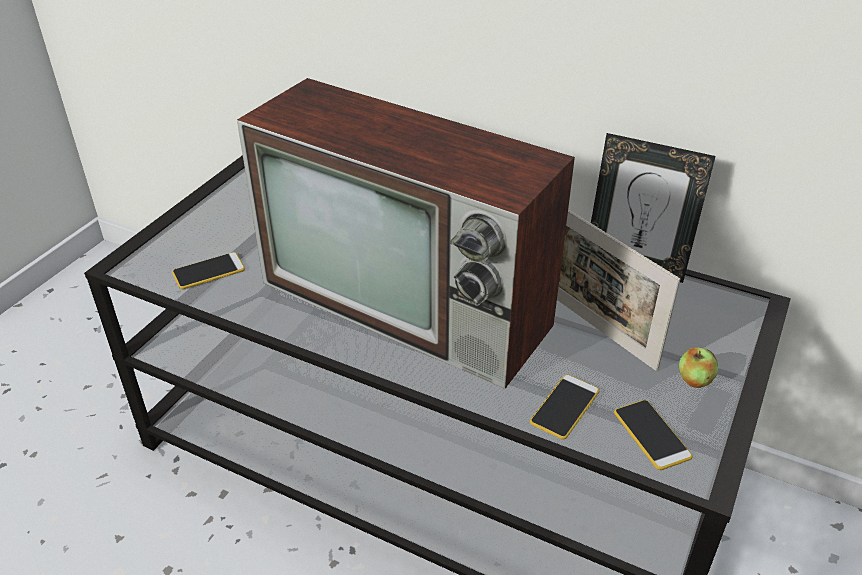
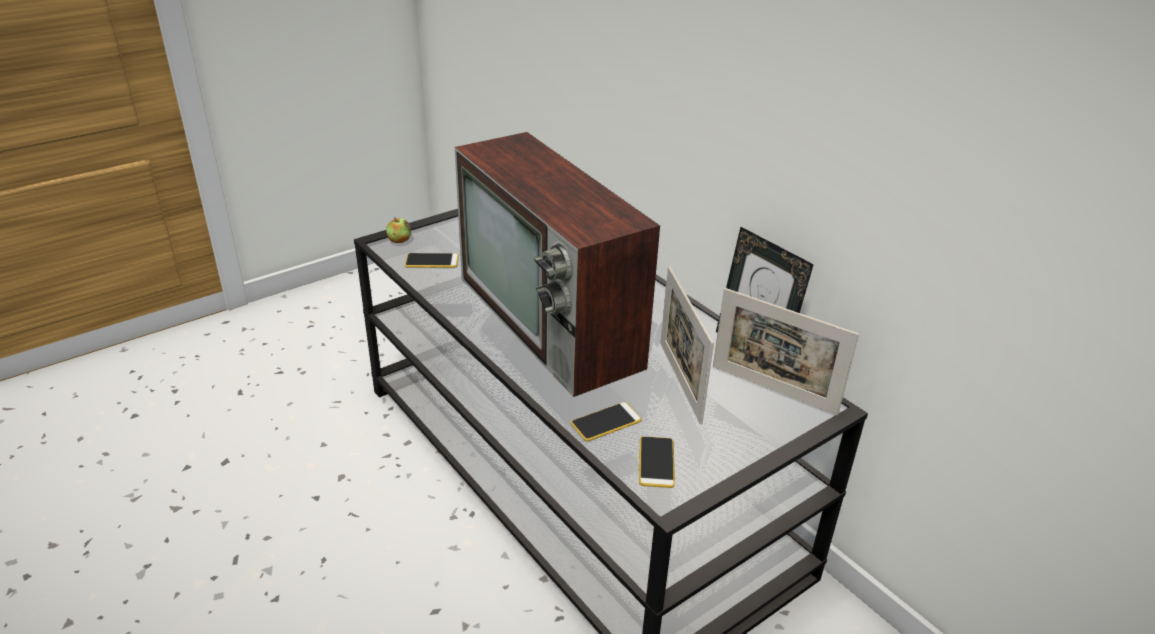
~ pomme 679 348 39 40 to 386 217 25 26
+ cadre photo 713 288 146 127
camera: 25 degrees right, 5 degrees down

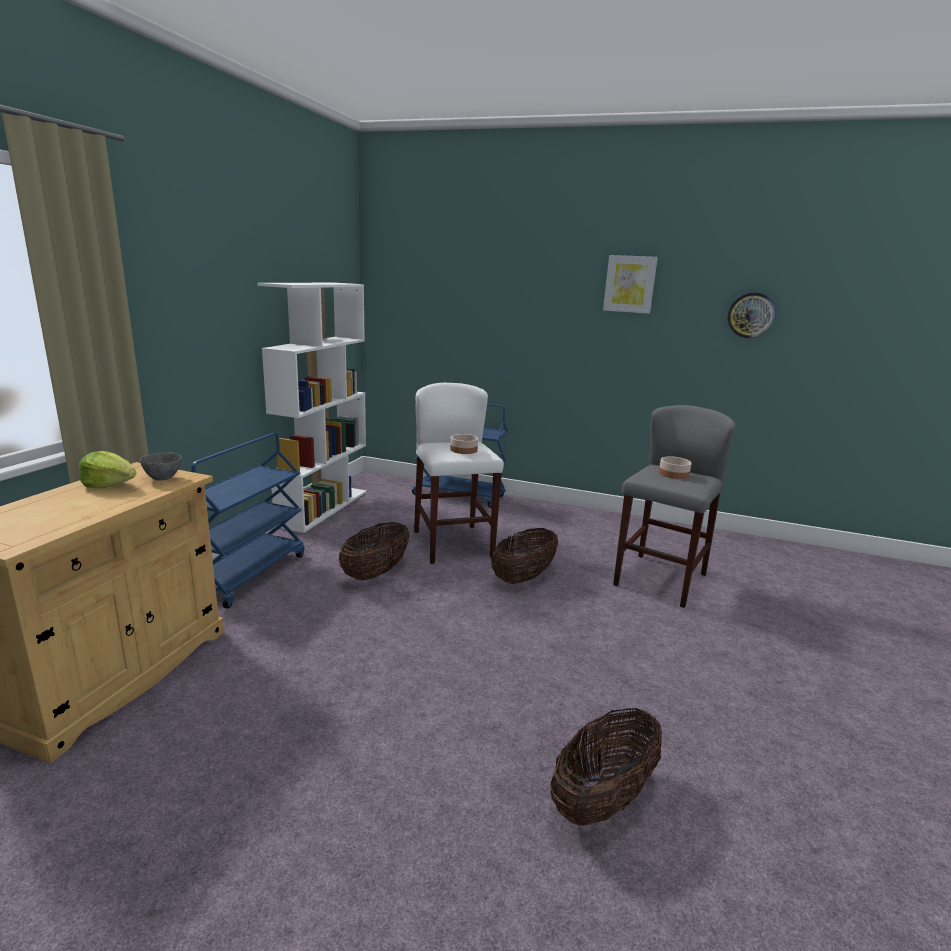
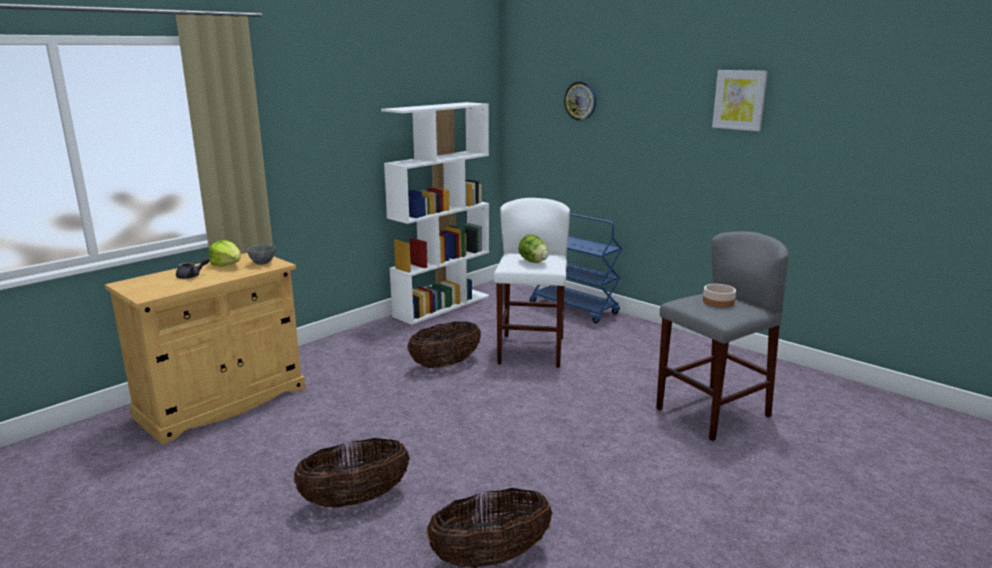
+ théière (gris) 176 257 34 22
~ panier 491 528 67 56 to 293 438 117 69
~ bol 450 434 28 20 to laitue 518 234 31 29
~ horloge murale 727 292 49 46 to 564 81 32 40
- chariot (bleu) 191 433 114 176
camera: 25 degrees right, 0 degrees up

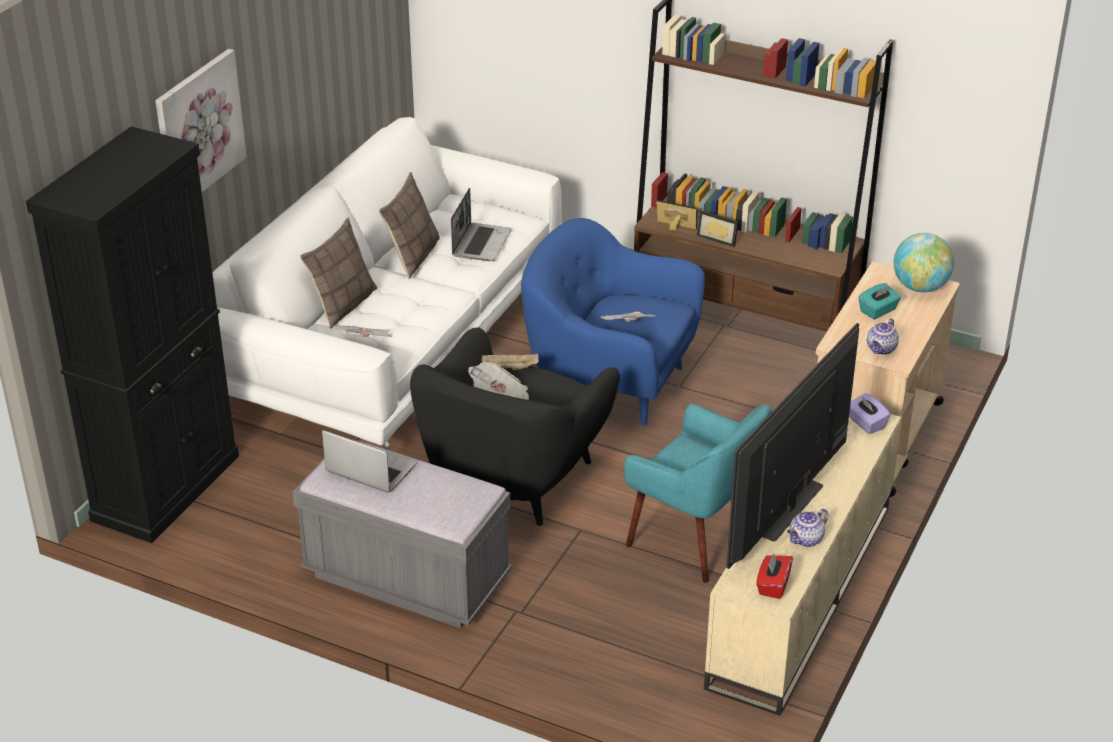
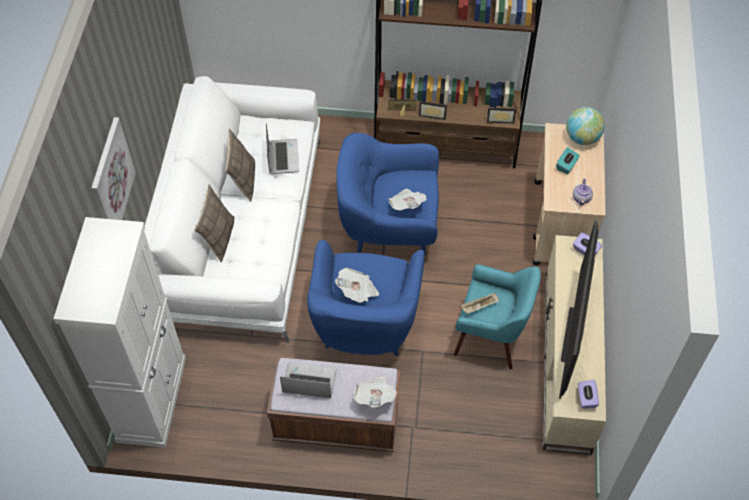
~ meuble de rangement (noir) 26 126 213 417 to meuble de rangement (blanc) 53 217 133 231
~ banc (gris) 293 440 219 188 to banc (marron) 267 358 133 94
~ fauteuil (noir) 410 327 210 199 to fauteuil (bleu) 307 240 118 116
~ journal 333 325 60 12 to 353 376 44 32
~ plateau (beige) 482 354 57 16 to 461 293 38 21
+ cadre photo 487 108 29 16
~ boîte à mouchoirs (rouge) 756 553 37 46 to boîte à mouchoirs (violet) 578 380 21 29
- théière 787 509 41 38
camera: 20 degrees left, 20 degrees up

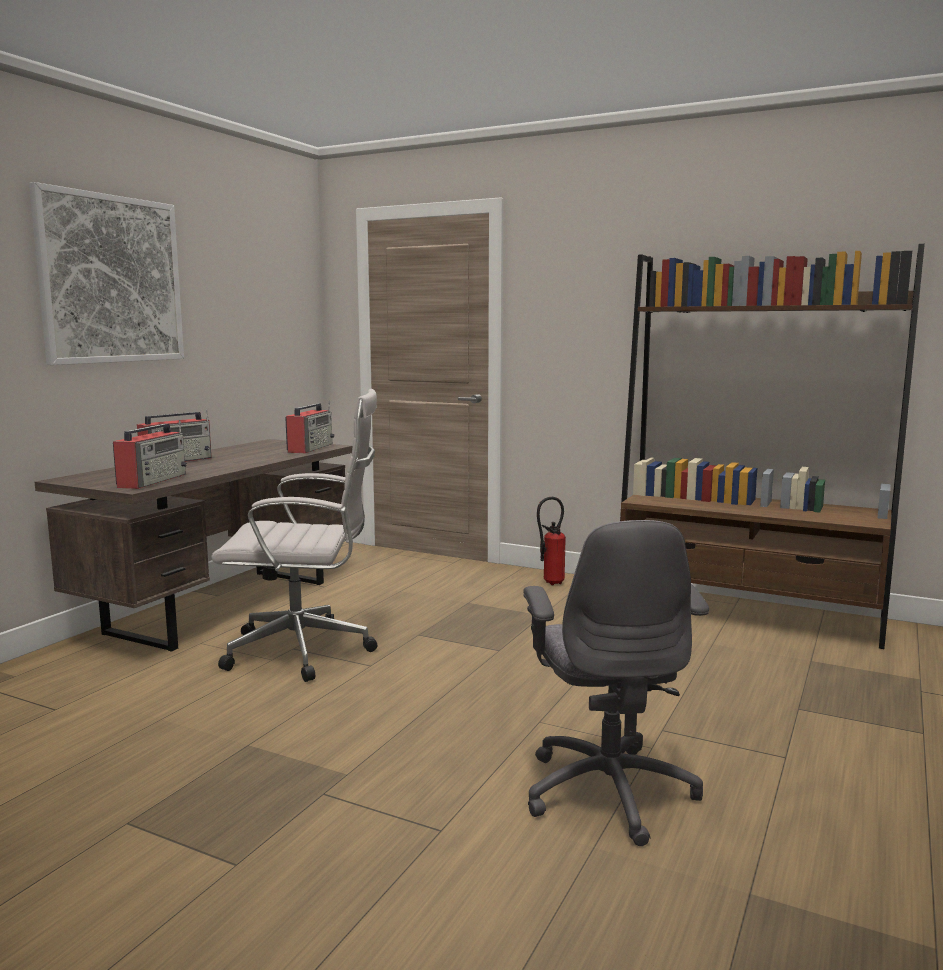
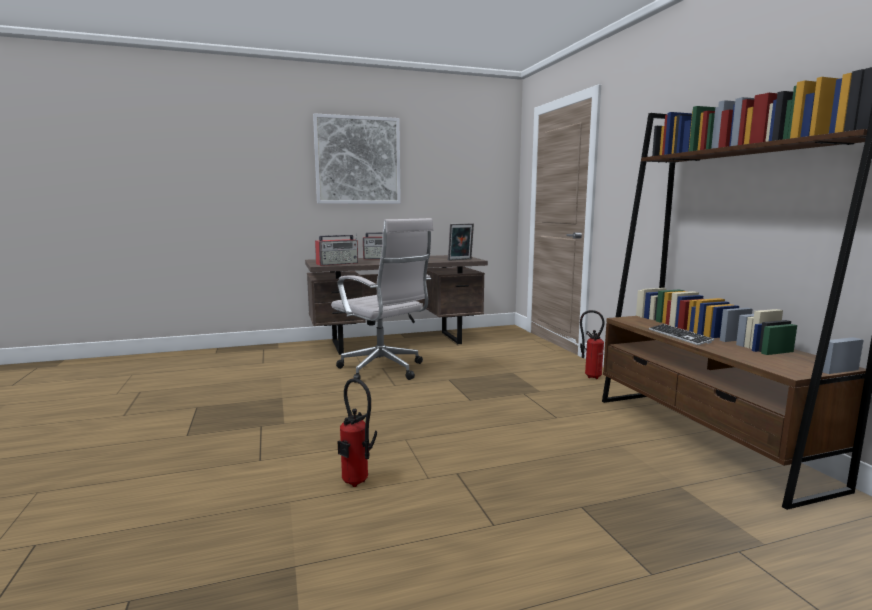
~ chaise de bureau (gris) 523 520 186 326 to extincteur 337 378 40 109
~ radio 285 401 49 52 to cadre photo 448 223 26 38
+ clavier 649 324 65 21
camera: 45 degrees right, 0 degrees up

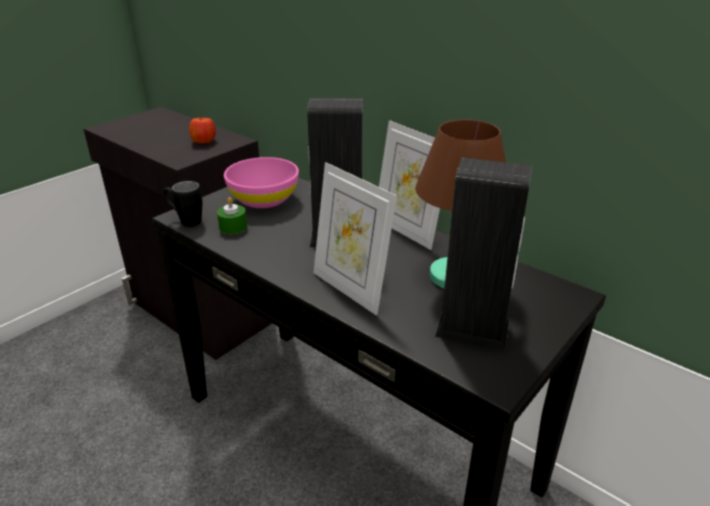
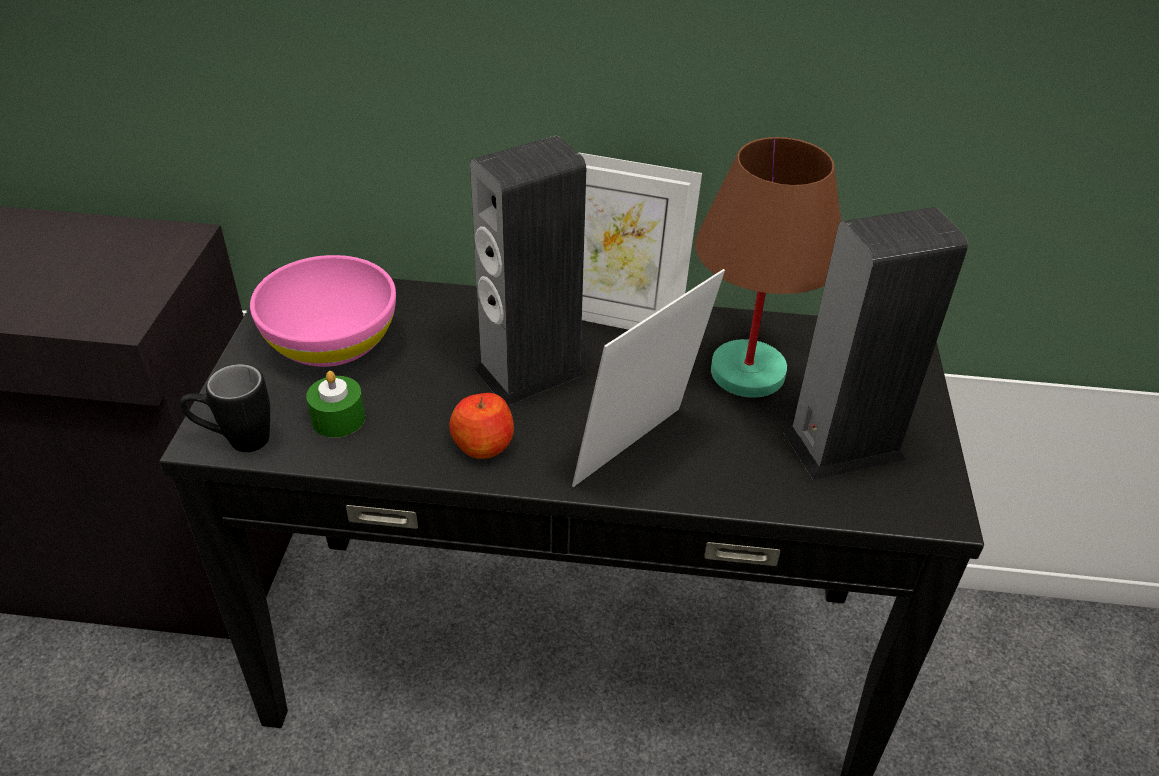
~ pomme 189 118 27 26 to 449 393 65 66
~ cadre photo 314 162 83 154 = 572 269 153 218 120 degrees clockwise
camera: 35 degrees left, 10 degrees up

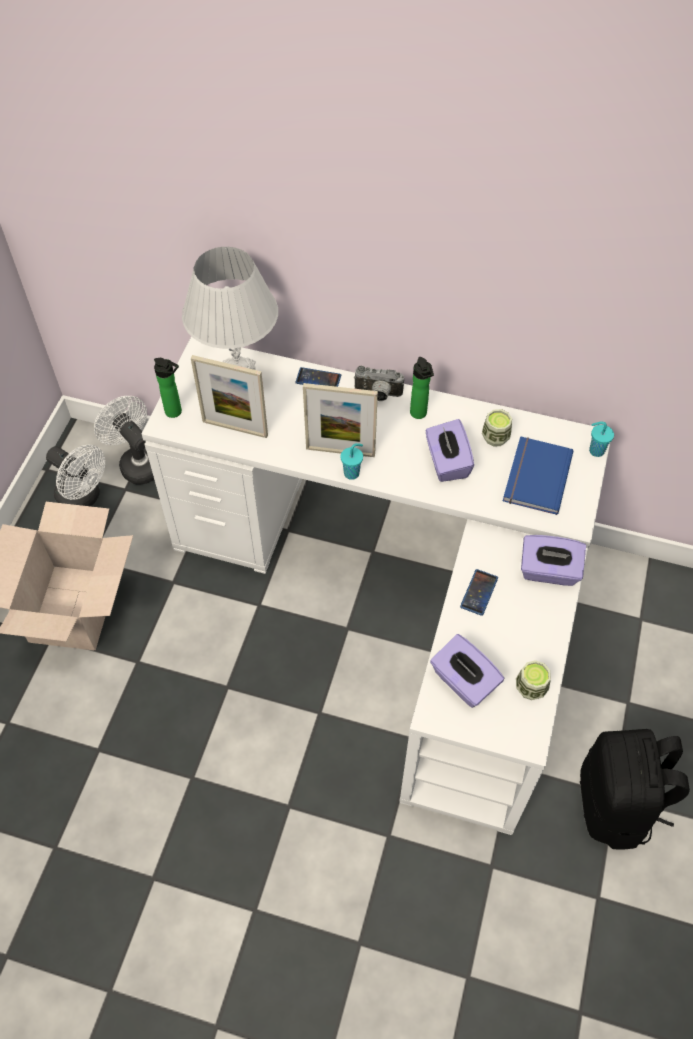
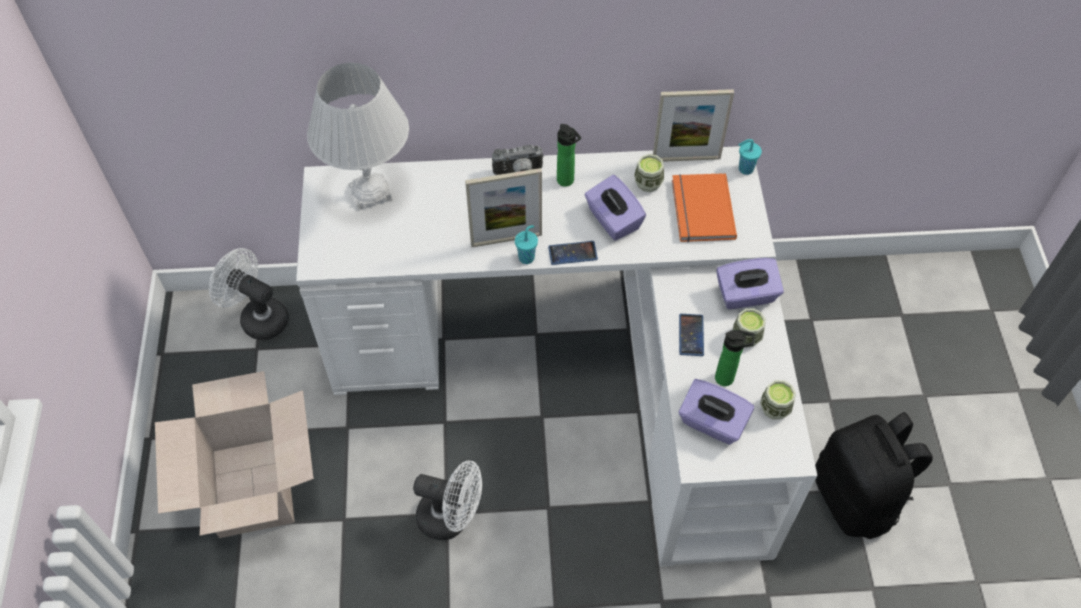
~ ventilateur (blanc) 46 445 59 61 to 413 461 69 79
~ téléphone 295 367 46 20 to 548 241 50 24
~ cadre photo 191 355 77 83 to 653 89 81 73
~ livre (bleu) 503 436 70 79 to livre (orange) 672 173 65 69
~ bouteille 154 358 28 60 to 715 330 40 56
+ tasse 733 308 33 39
camera: 20 degrees left, 0 degrees up

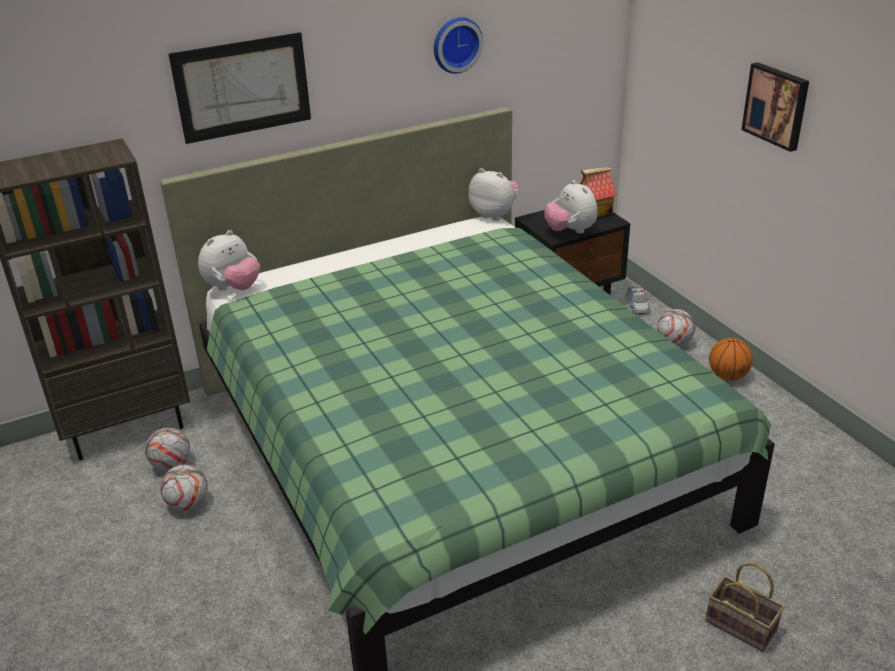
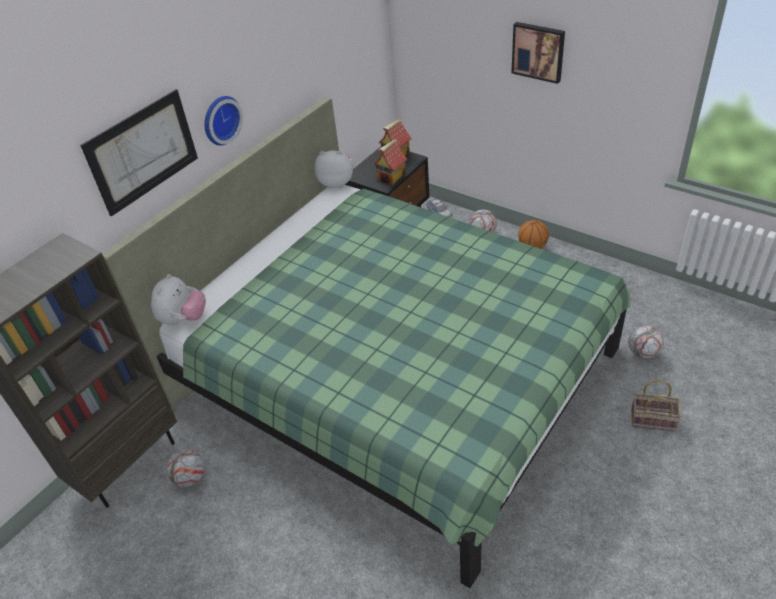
~ horloge murale 434 17 49 57 to 204 96 39 50
~ peluche 544 180 54 54 to maison miniature 373 139 35 46
~ ballon de foot 160 465 48 46 to 628 325 36 34
camera: 25 degrees left, 10 degrees up

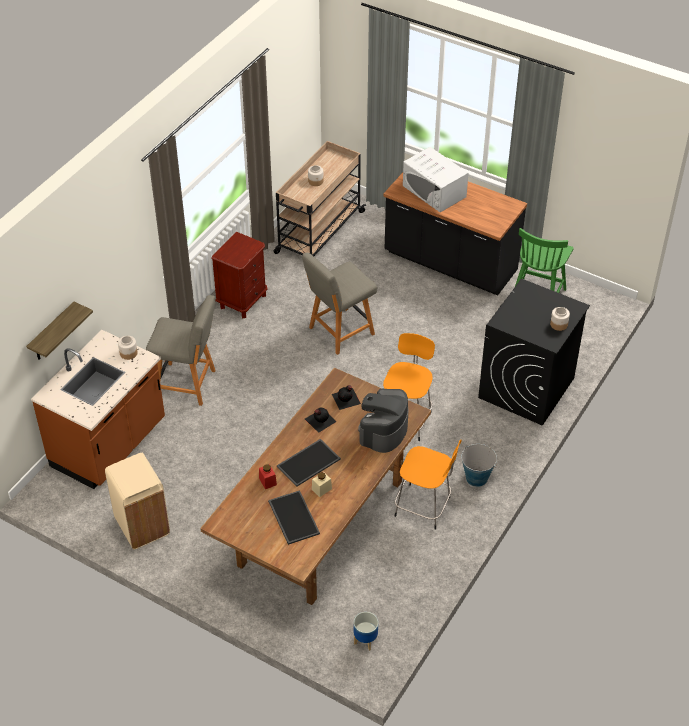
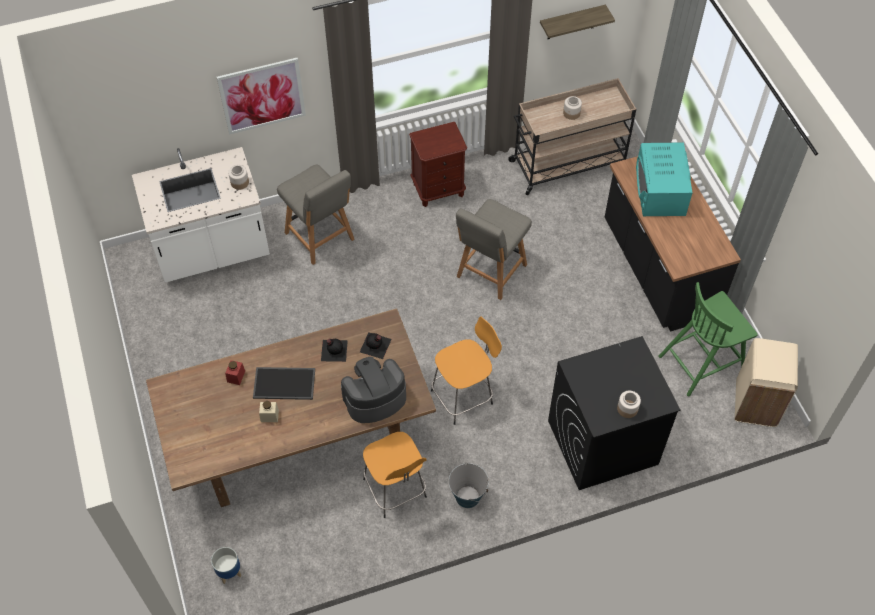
~ comptoir de cuisine (marron) 31 330 134 159 to comptoir de cuisine (blanc) 132 147 138 136
+ tableau 217 58 89 77
~ chaise (gris) 302 252 75 103 = 456 199 76 101 60 degrees counterclockwise
~ étagère 26 302 67 58 to 540 5 75 34
~ micro-ondes (blanc) 403 147 66 65 to micro-ondes (turquoise) 636 142 57 74
~ poubelle (beige) 105 453 65 96 to 735 338 63 89
- plateau 268 490 52 55
camera: 40 degrees right, 10 degrees up

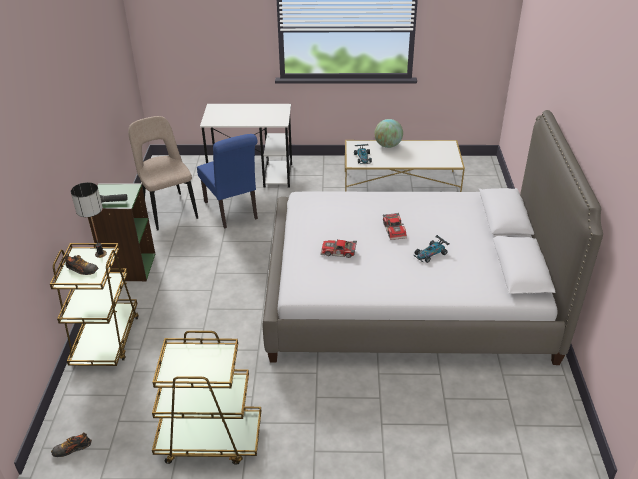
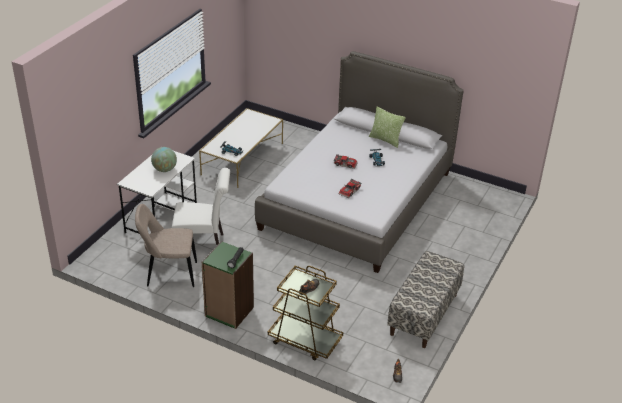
~ globe 375 119 28 29 to 151 147 26 25
~ chaise (bleu) 197 134 61 95 to chaise (blanc) 172 168 58 77
+ coussin 369 107 37 41
~ chariot (marron) 152 331 109 134 to banc 387 251 77 97
- lampe de table 71 182 36 76
camera: 65 degrees left, 0 degrees up

